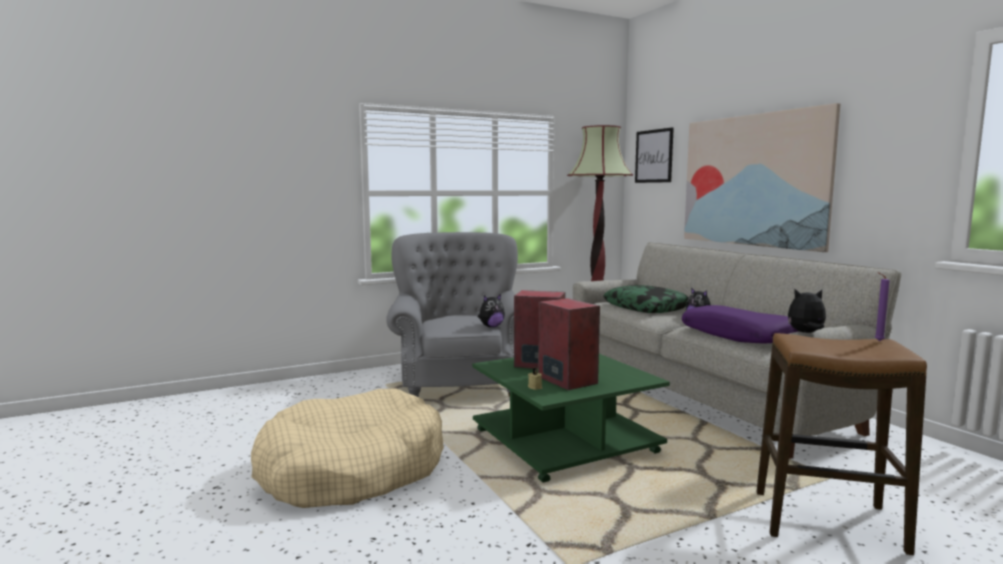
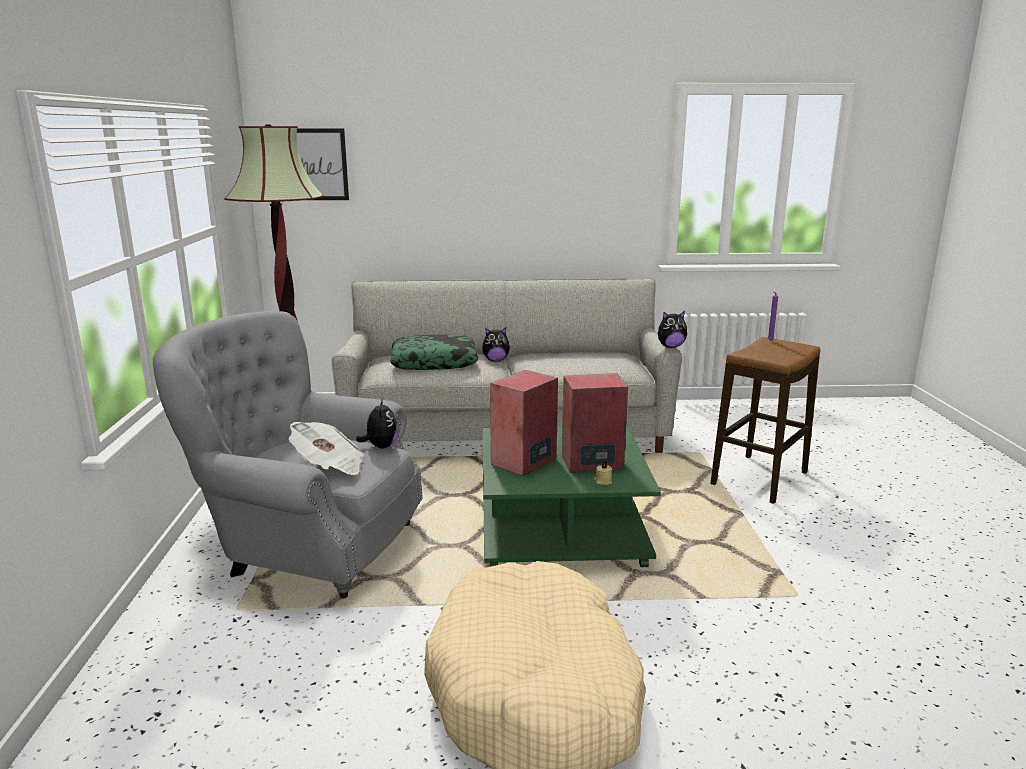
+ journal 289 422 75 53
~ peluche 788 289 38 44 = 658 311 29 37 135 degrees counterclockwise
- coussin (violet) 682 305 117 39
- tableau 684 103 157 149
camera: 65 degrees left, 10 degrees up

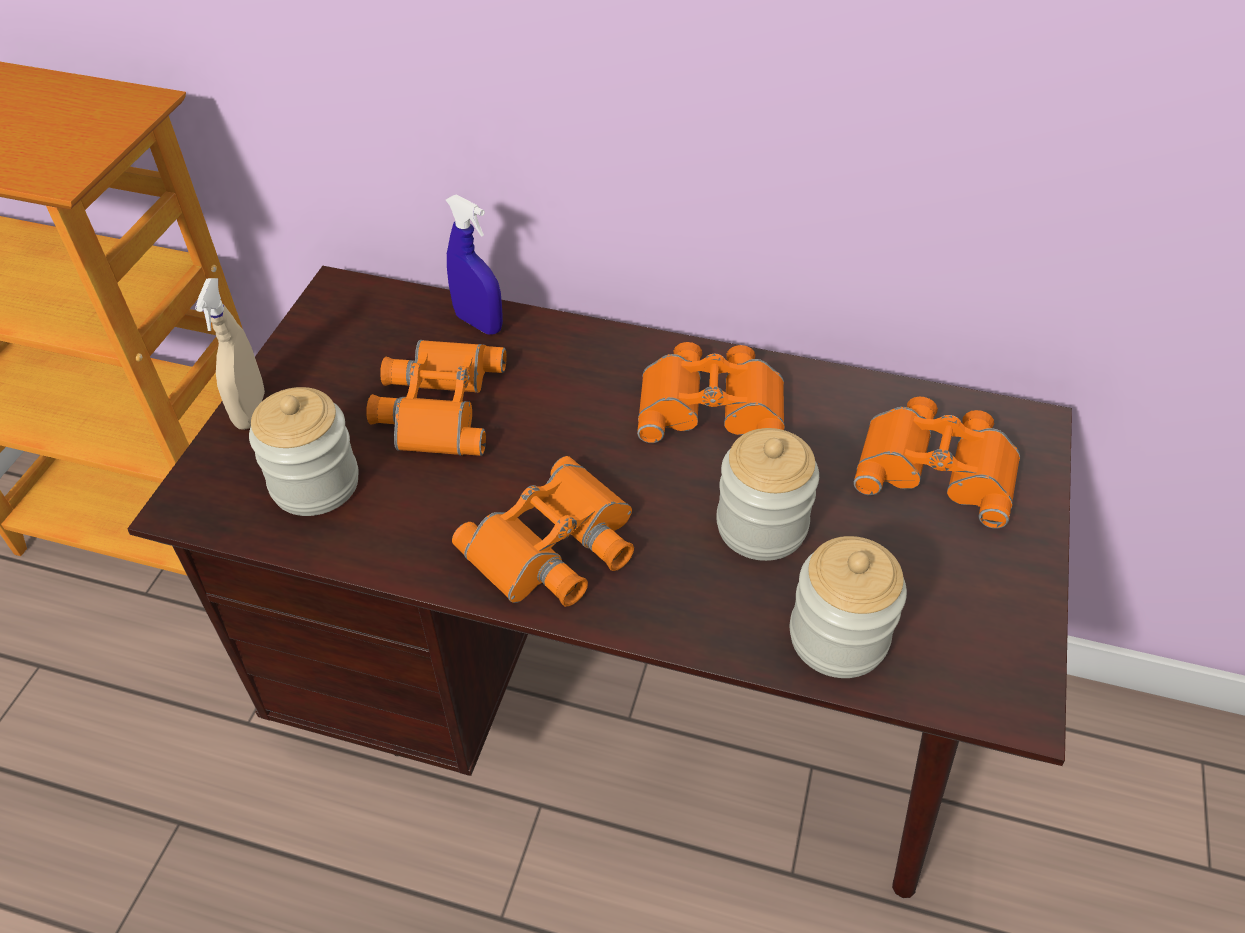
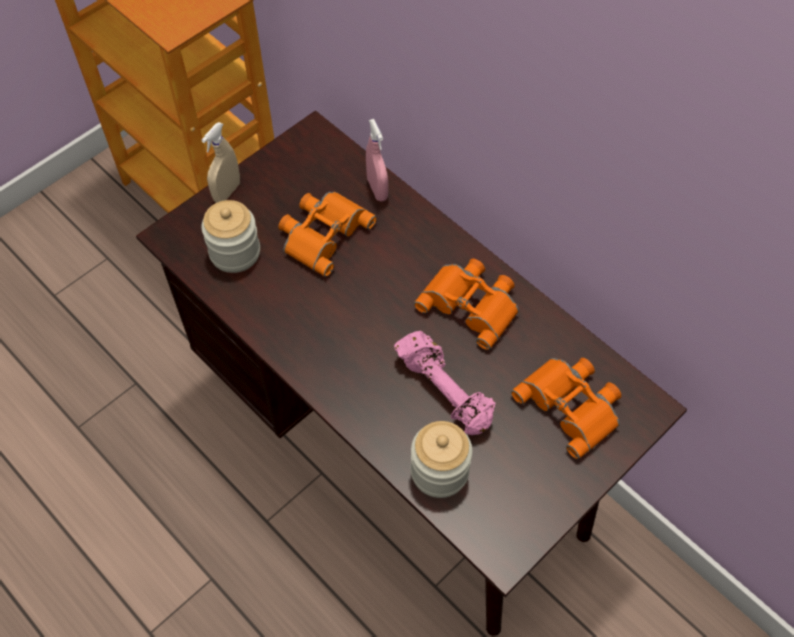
~ vaporisateur (bleu) 446 195 57 140 to vaporisateur (rose) 366 119 22 83
~ bocal 716 428 103 133 to haltère (rose) 394 331 101 104
- jumelles (orange) 452 456 182 151
camera: 30 degrees right, 10 degrees up

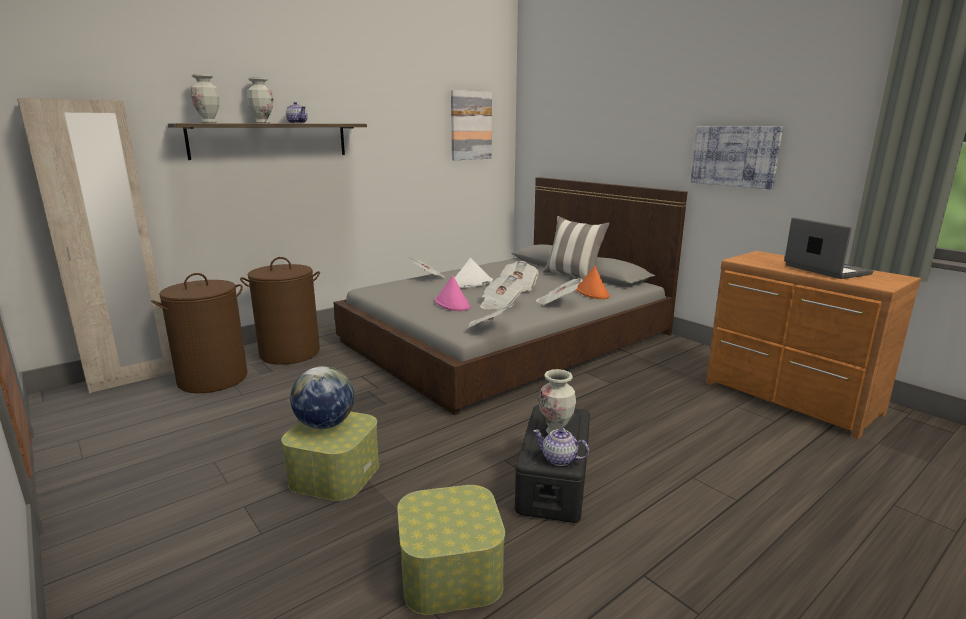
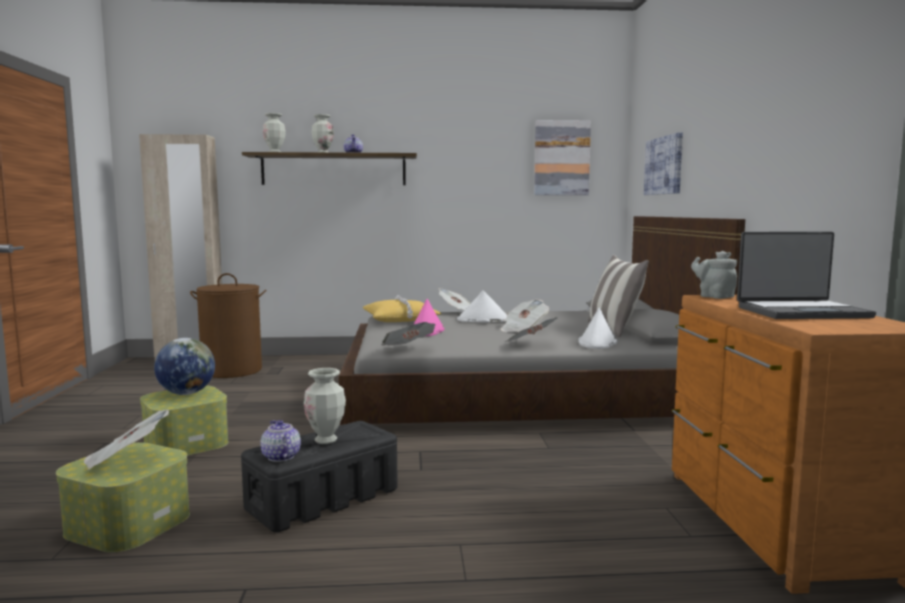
~ journal 480 275 44 34 to 84 410 85 60
+ coussin (jaune) 362 295 79 27
~ chapeau (orange) 576 266 34 33 to chapeau (blanc) 578 308 39 41
~ tableau 690 126 93 63 to 644 132 39 63
+ théière (gris) 691 251 46 48
~ ordinateur portable 784 217 89 62 = 737 232 139 87 75 degrees clockwise
- panier à linge (marron) 240 257 80 108
camera: 35 degrees right, 10 degrees down

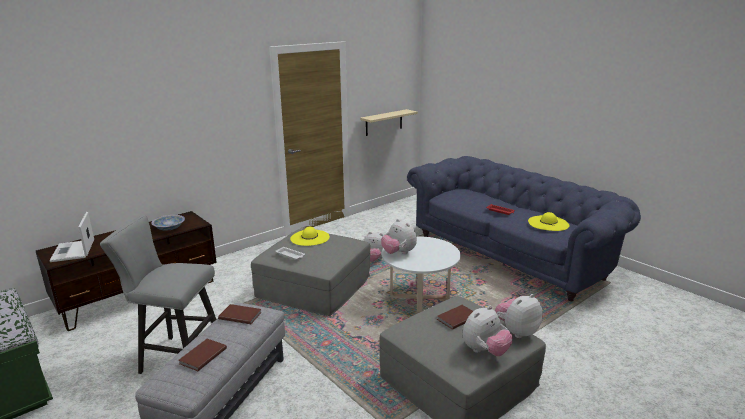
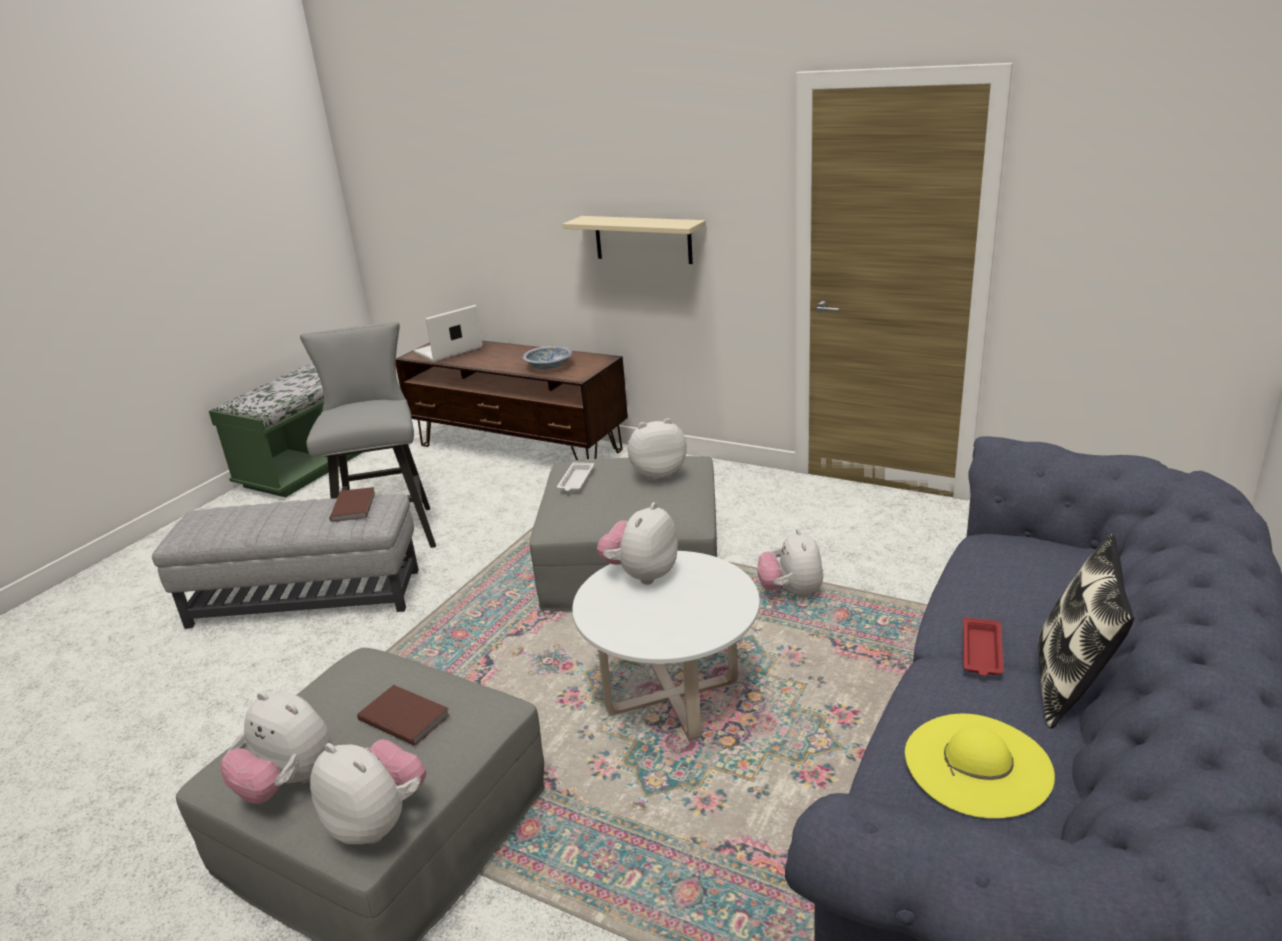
~ étagère (beige) 360 109 58 27 to 562 216 144 48
~ chapeau (jaune) 290 227 40 19 to peluche 628 418 59 63
+ coussin 1038 534 96 195
- livre (marron) 179 339 48 32
camera: 70 degrees right, 5 degrees up

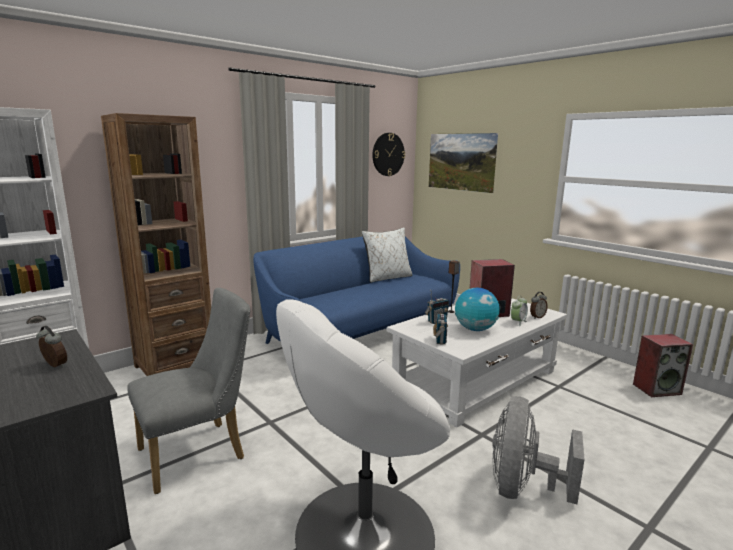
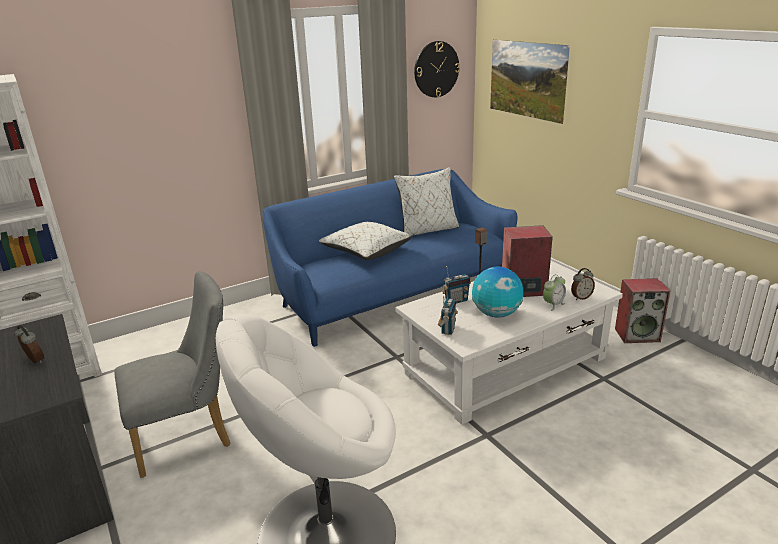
+ coussin (blanc) 319 222 93 38
~ enceinte 633 334 60 63 to 615 278 55 65
- bibliothèque (marron) 101 113 110 263
- ventilateur (gris) 492 396 93 108
camera: 10 degrees right, 10 degrees up

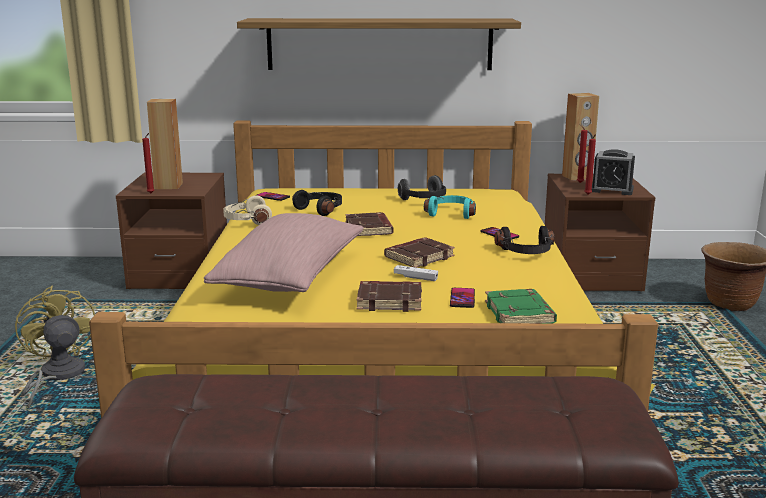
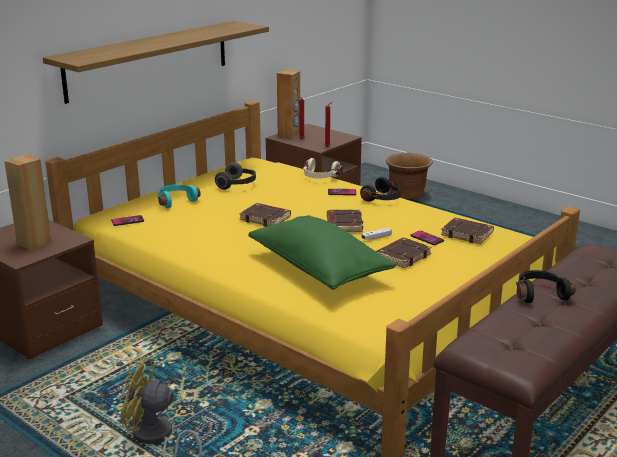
~ casque audio (turquoise) 424 195 52 24 to 157 185 44 23
~ coussin (rose) 204 213 160 79 to coussin (vert) 248 215 149 75
~ casque audio (beige) 223 196 49 29 to 303 158 40 21
~ livre (vert) 485 289 72 34 to livre (marron) 441 218 53 26
~ casque audio (noir) 292 190 50 26 to 516 270 60 33
- bougie (rouge) 142 133 12 60
- réveil 592 149 43 46
camera: 50 degrees left, 5 degrees up

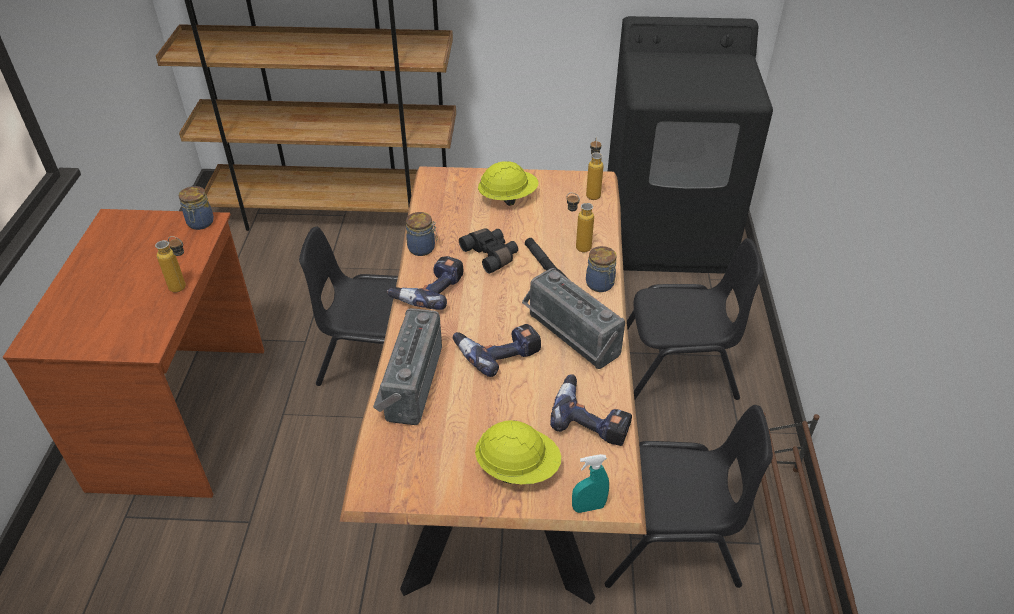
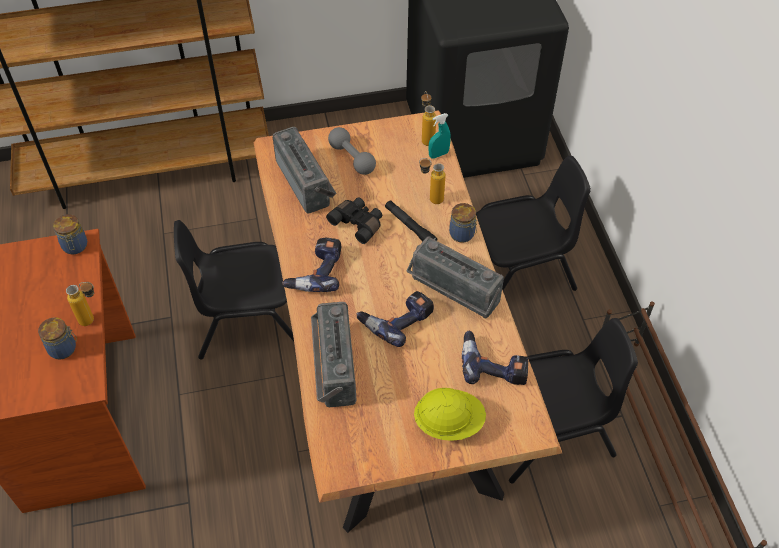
~ bocal 406 212 32 44 to 38 317 39 43
+ radio 273 127 63 86
~ casque de chantier (jaune) 478 161 60 45 to haltère (gris) 328 127 48 48
~ vaporisateur (turquoise) 572 454 37 59 to 428 113 23 46
camera: 15 degrees left, 10 degrees up

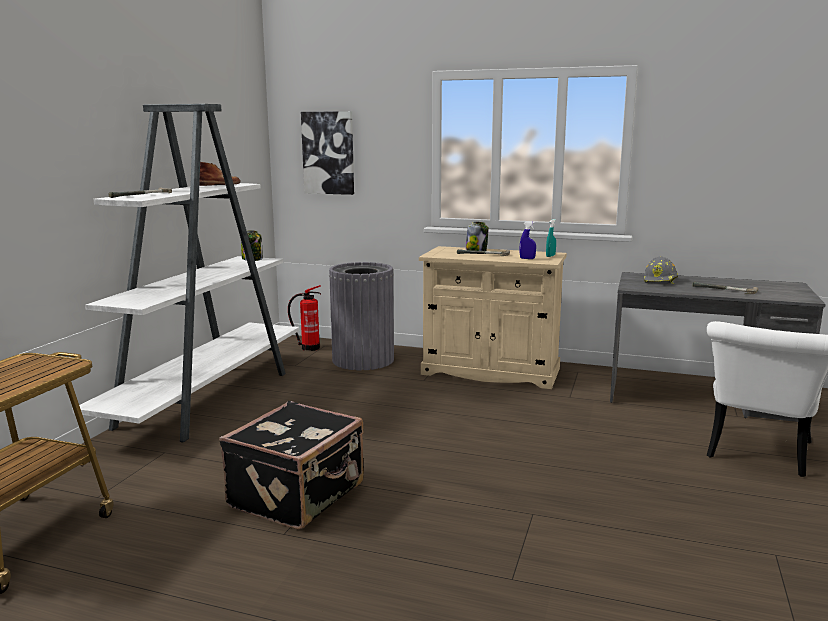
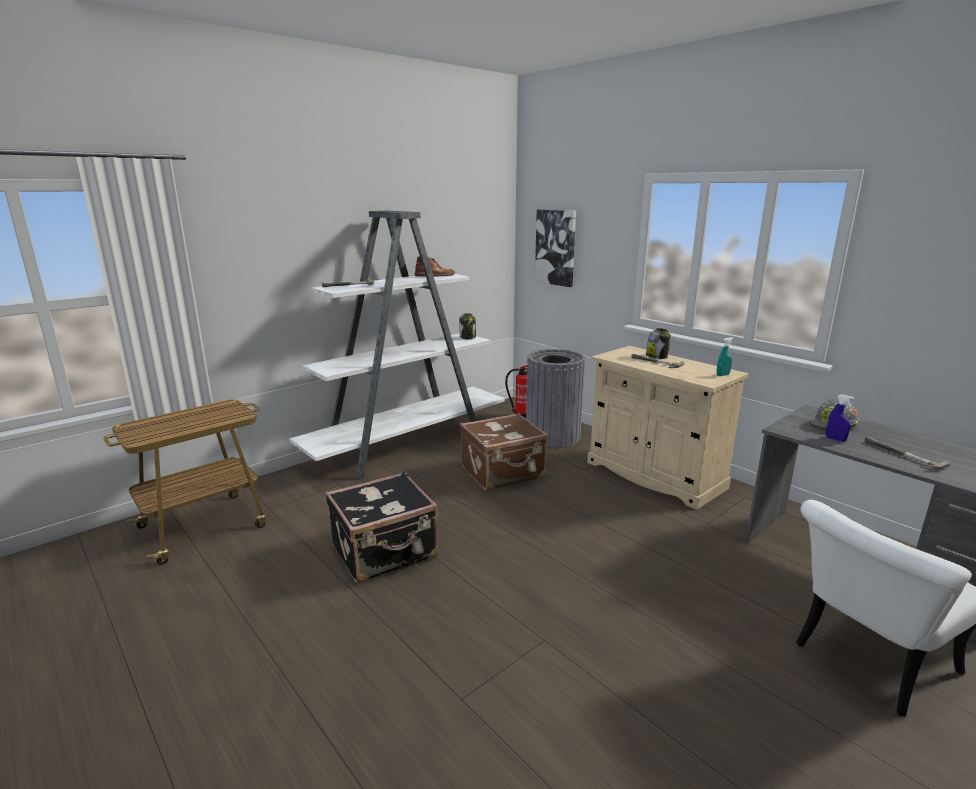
+ valise (marron) 460 413 88 77
~ vaporisateur (bleu) 520 221 16 38 to 826 394 28 48
camera: 30 degrees right, 5 degrees up

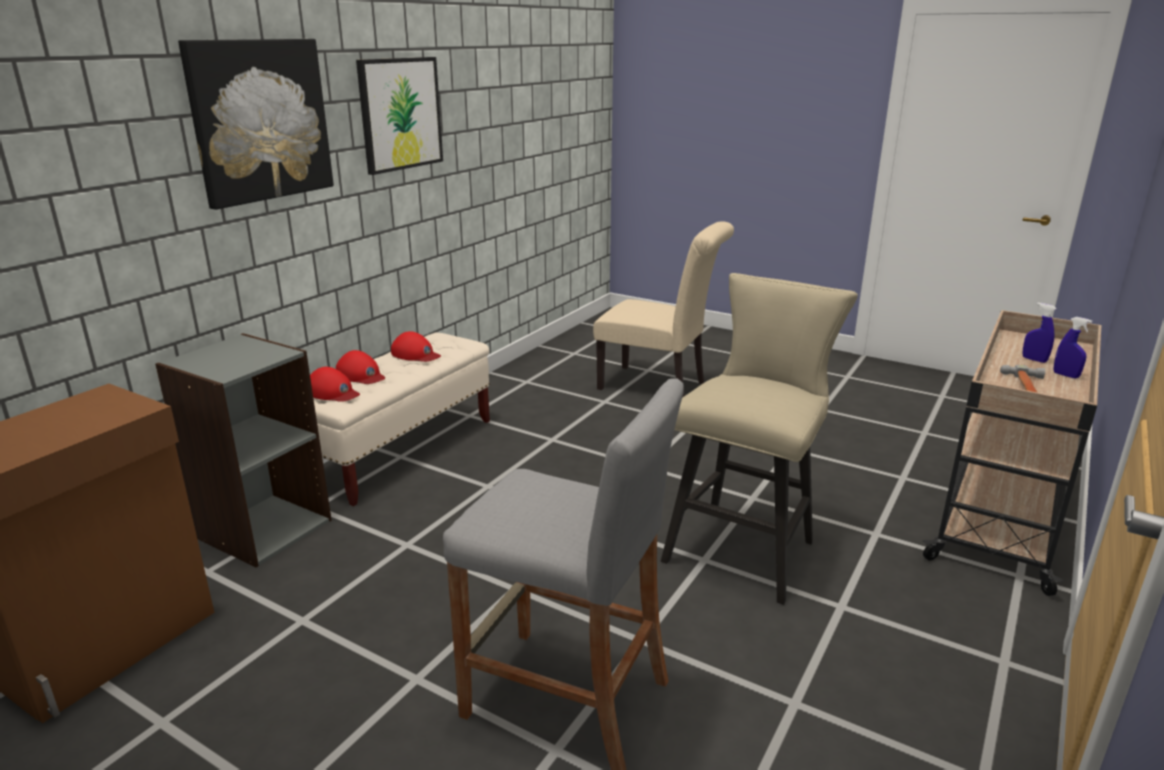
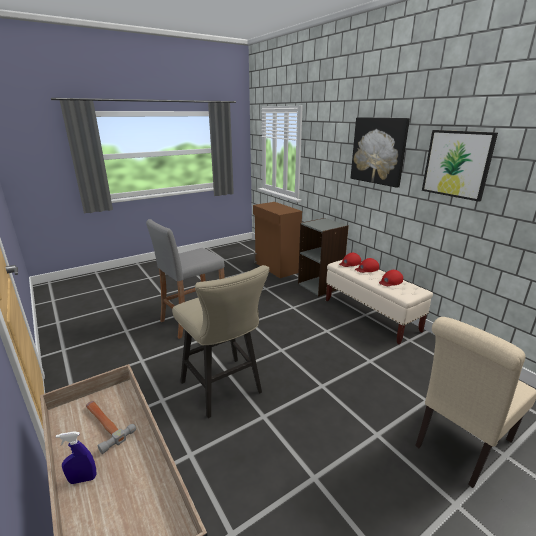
- vaporisateur (bleu) 1022 303 34 60
camera: 115 degrees right, 0 degrees up

